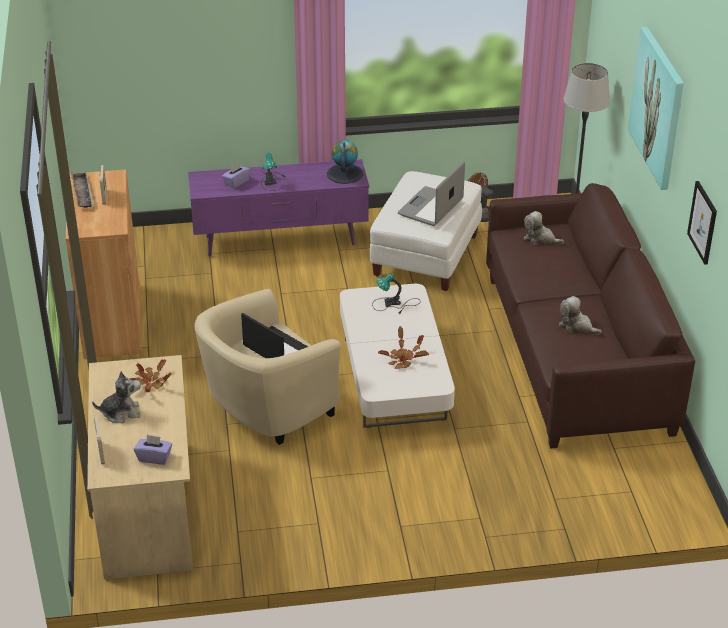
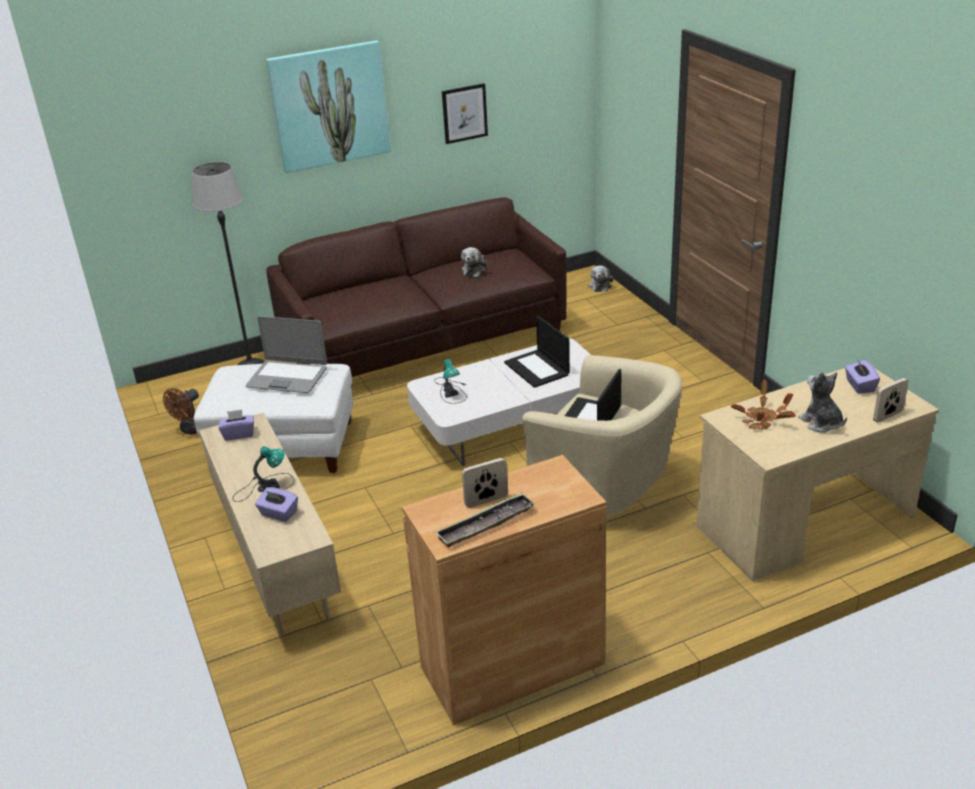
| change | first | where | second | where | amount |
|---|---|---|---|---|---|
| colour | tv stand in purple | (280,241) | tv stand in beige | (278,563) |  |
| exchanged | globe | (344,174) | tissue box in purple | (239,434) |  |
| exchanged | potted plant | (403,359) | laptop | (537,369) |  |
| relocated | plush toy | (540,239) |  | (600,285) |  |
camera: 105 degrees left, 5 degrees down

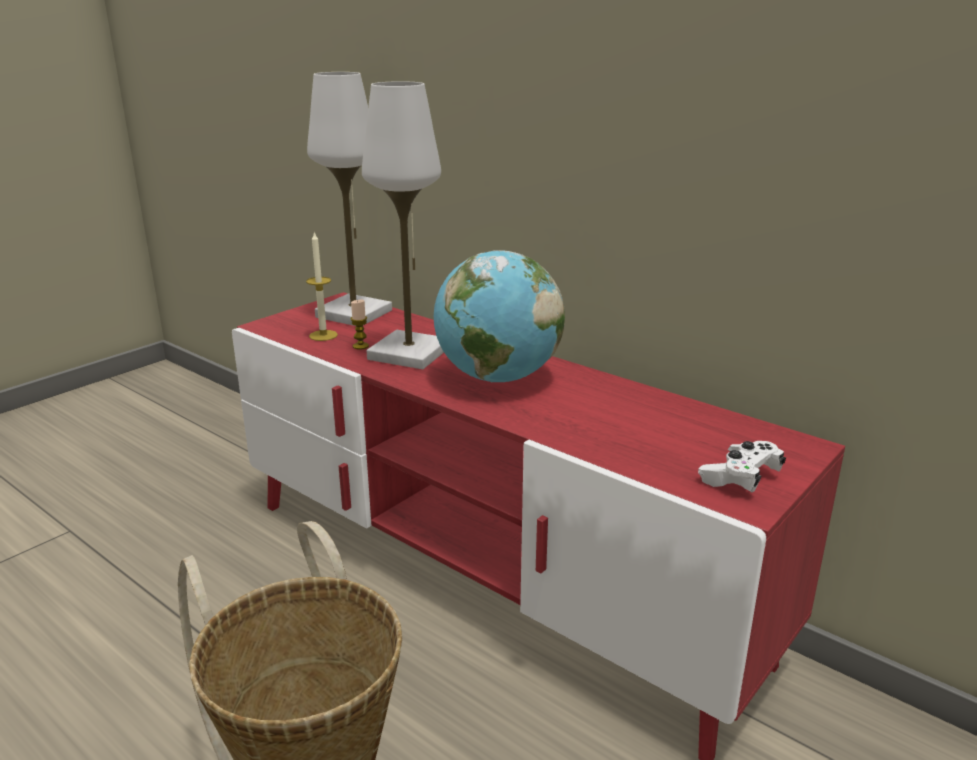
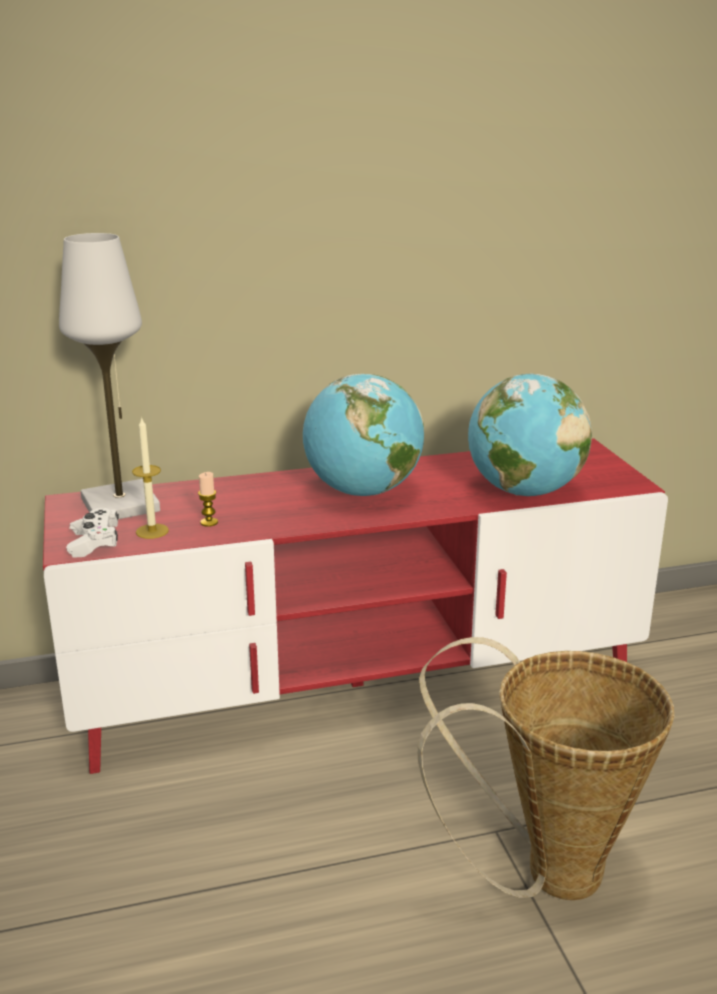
| change | first | where | second | where | amount |
|---|---|---|---|---|---|
| relocated | game controller in white | (740,478) |  | (94,543) |  |
| appeared |  |  | globe | (524,492) |  |
| missing | table lamp in white | (409,353) |  |  |  |
camera: 55 degrees left, 0 degrees up

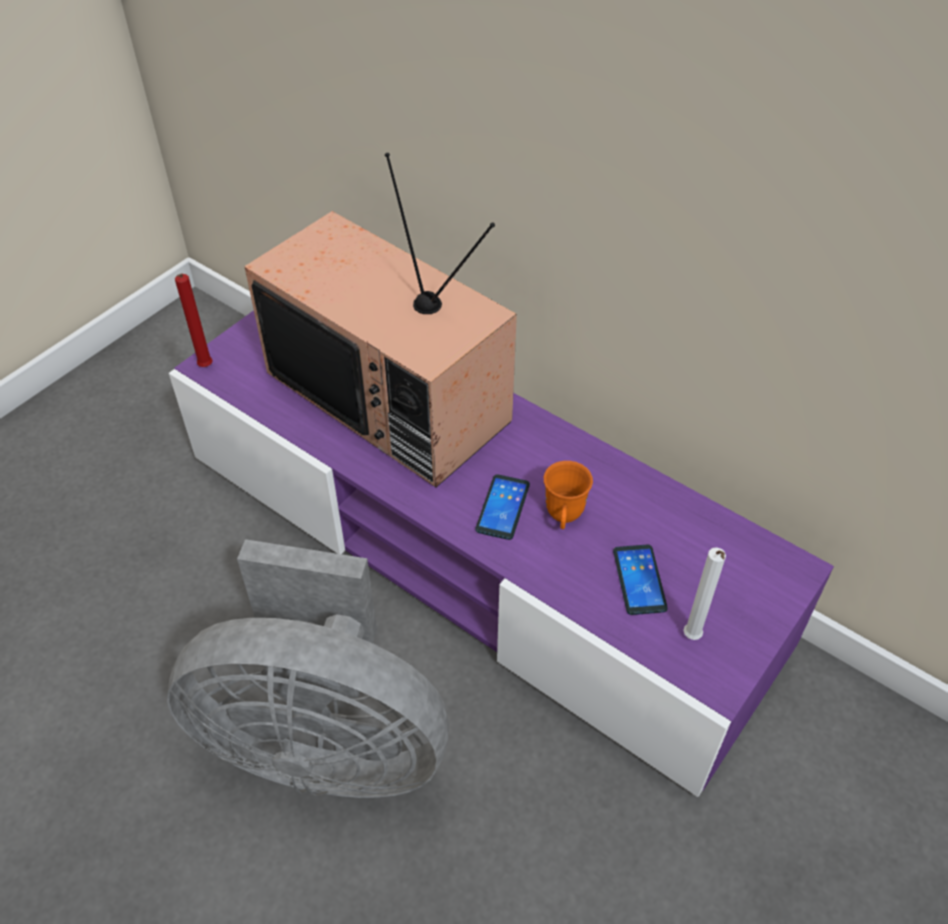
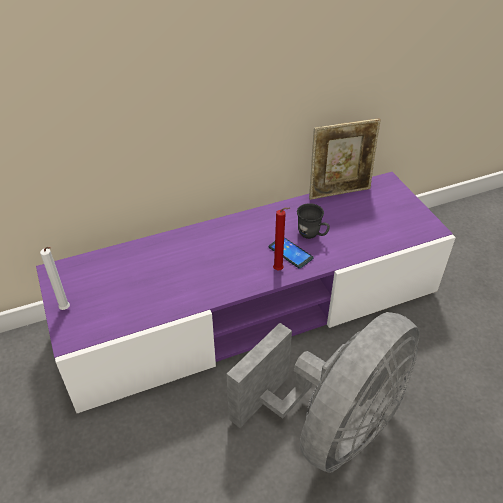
| change | first | where | second | where | amount |
|---|---|---|---|---|---|
| relocated | candle in white | (692,638) |  | (66,309) |  |
| relocated | candle in red | (205,368) |  | (279,270) |  |
| colour | mug in orange | (563,518) | mug in grey | (312,235) |  |
| appeared |  |  | picture frame | (339,192) |  |
| missing | television | (393,396) |  |  |  |
| missing | phone | (639,580) |  |  |  |
camera: 60 degrees left, 5 degrees down

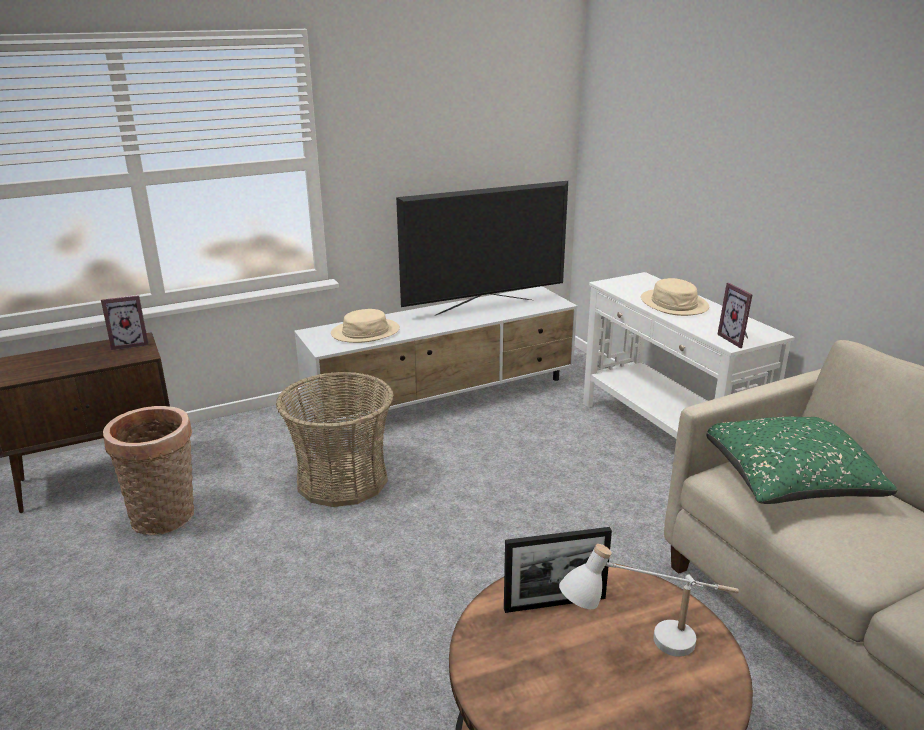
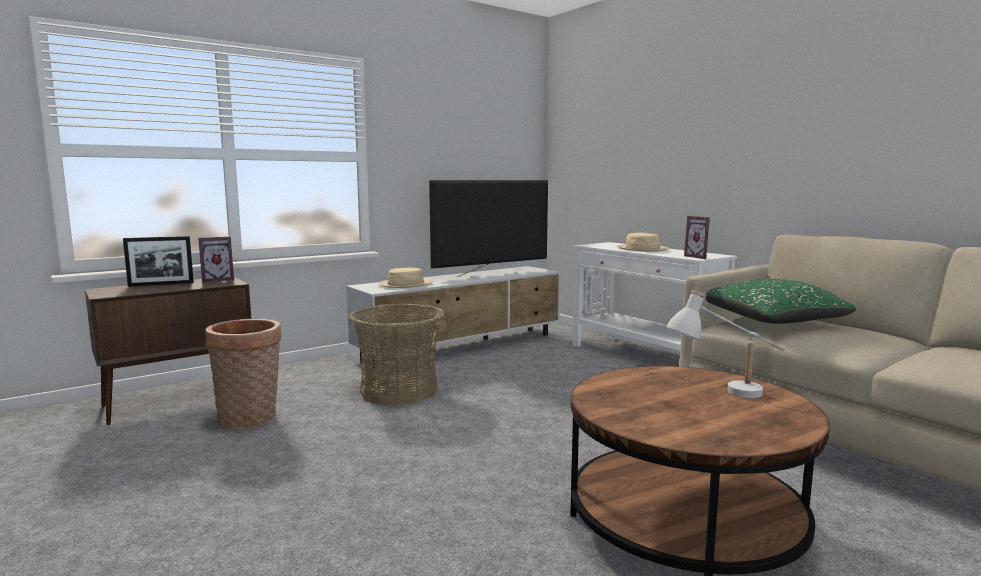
| change | first | where | second | where | amount |
|---|---|---|---|---|---|
| relocated | picture frame | (554,603) |  | (161,284) |  |
camera: 10 degrees left, 15 degrees down

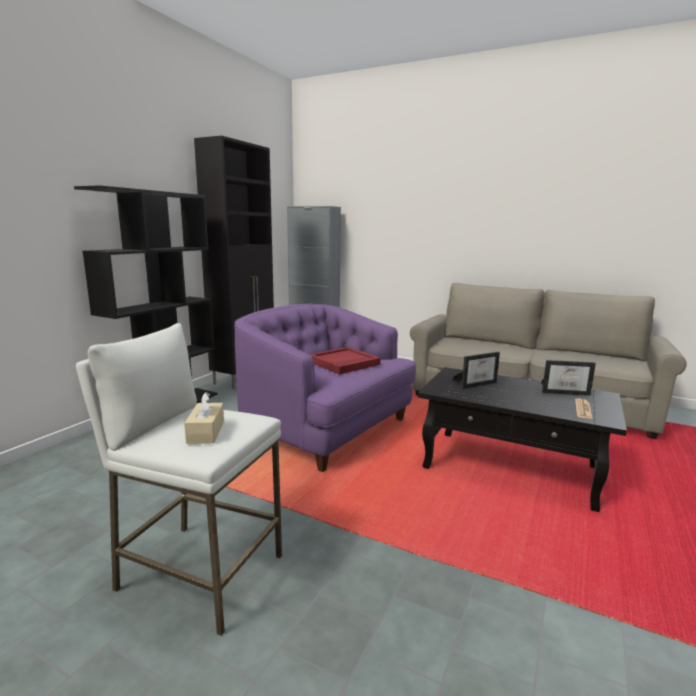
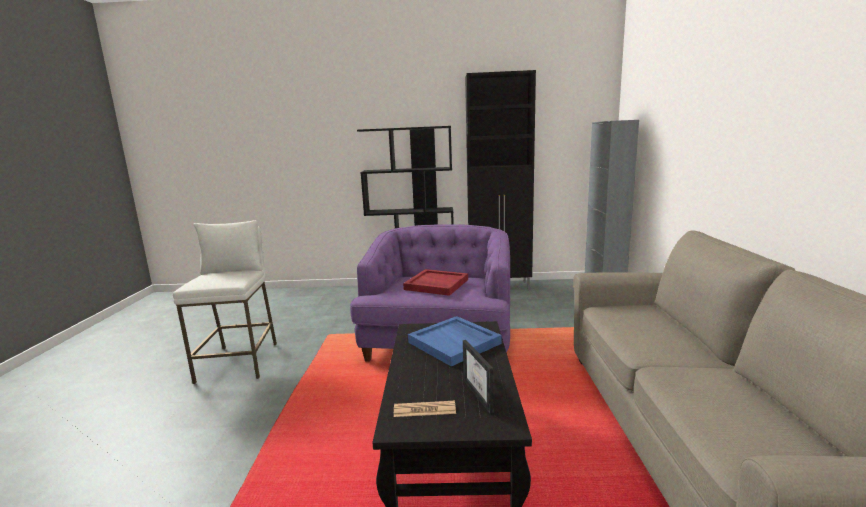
| change | first | where | second | where | amount |
|---|---|---|---|---|---|
| exchanged | picture frame | (476,383) | tray in blue | (455,343) |  |
| missing | tissue box in beige | (206,432) |  |  |  |
camera: 65 degrees right, 0 degrees up

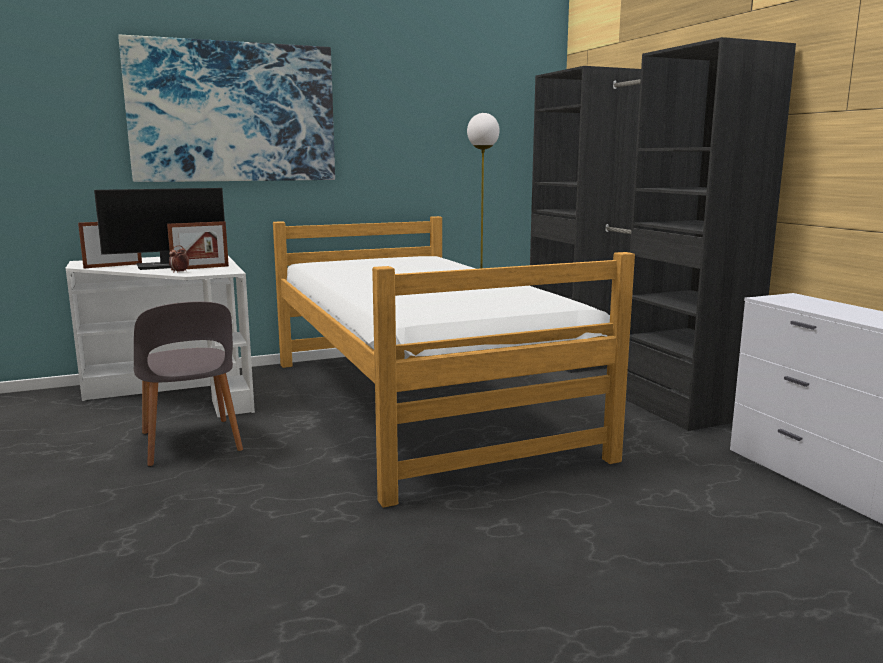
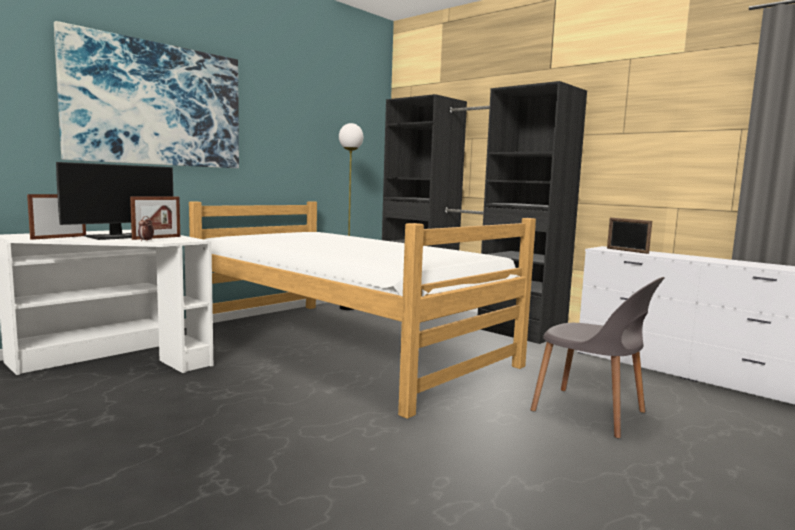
| change | first | where | second | where | amount |
|---|---|---|---|---|---|
| relocated | chair in grey | (190,443) |  | (591,413) |  |
| appeared |  |  | picture frame | (627,251) |  |
camera: 25 degrees left, 5 degrees down

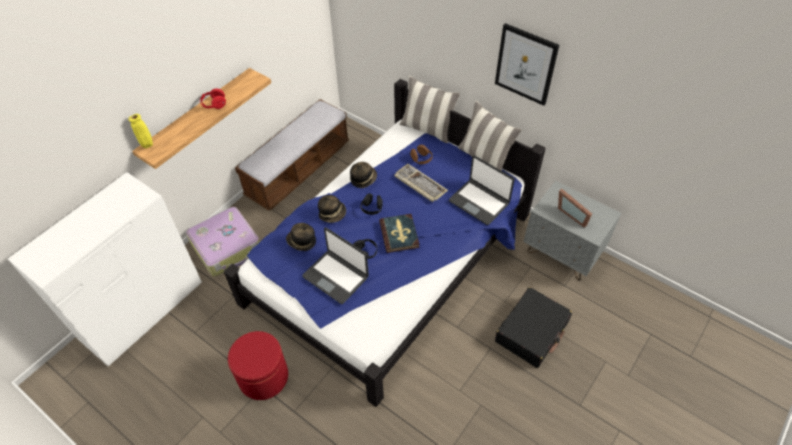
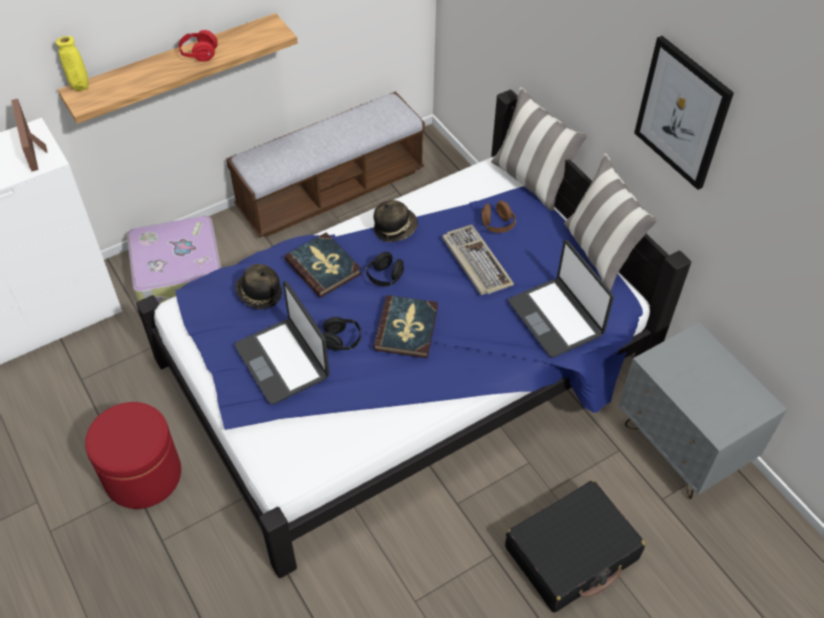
| change | first | where | second | where | amount |
|---|---|---|---|---|---|
| relocated | picture frame | (573,214) |  | (36,149) |  |
| exchanged | hat | (332,214) | book | (323,267) |  |
camera: 20 degrees right, 0 degrees up

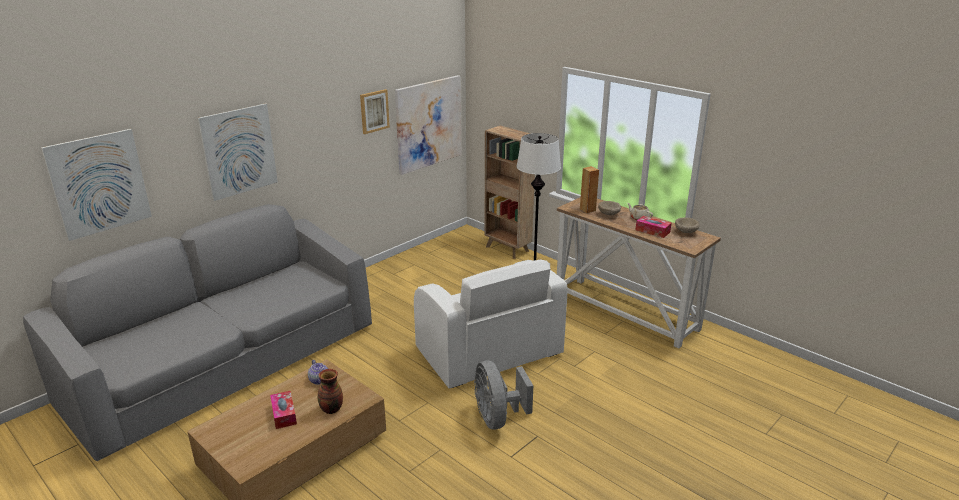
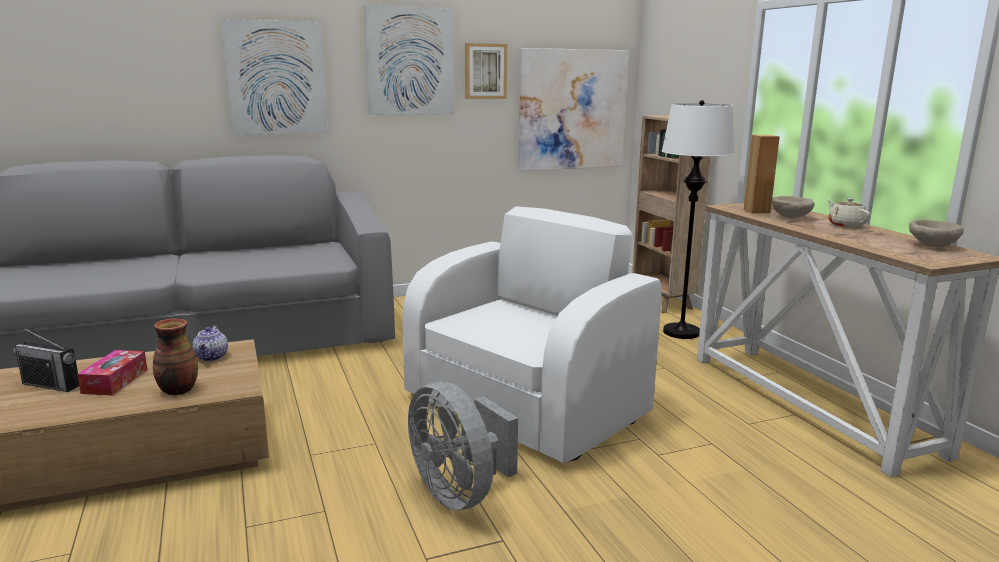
| change | first | where | second | where | amount |
|---|---|---|---|---|---|
| appeared |  |  | radio | (51,385) |  |
| relocated | picture | (99,184) |  | (410,61) |  |
| spun | armchair in white | (488,353) |  | (527,406) | 135 degrees counterclockwise |
| spun | fan in grey | (497,418) |  | (460,493) | 45 degrees counterclockwise |
| missing | tissue box | (652,231) |  |  |  |
camera: 25 degrees right, 10 degrees down

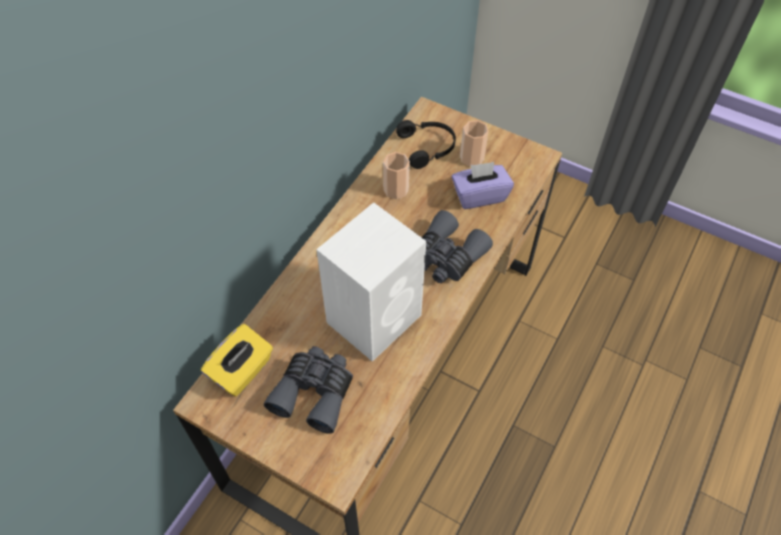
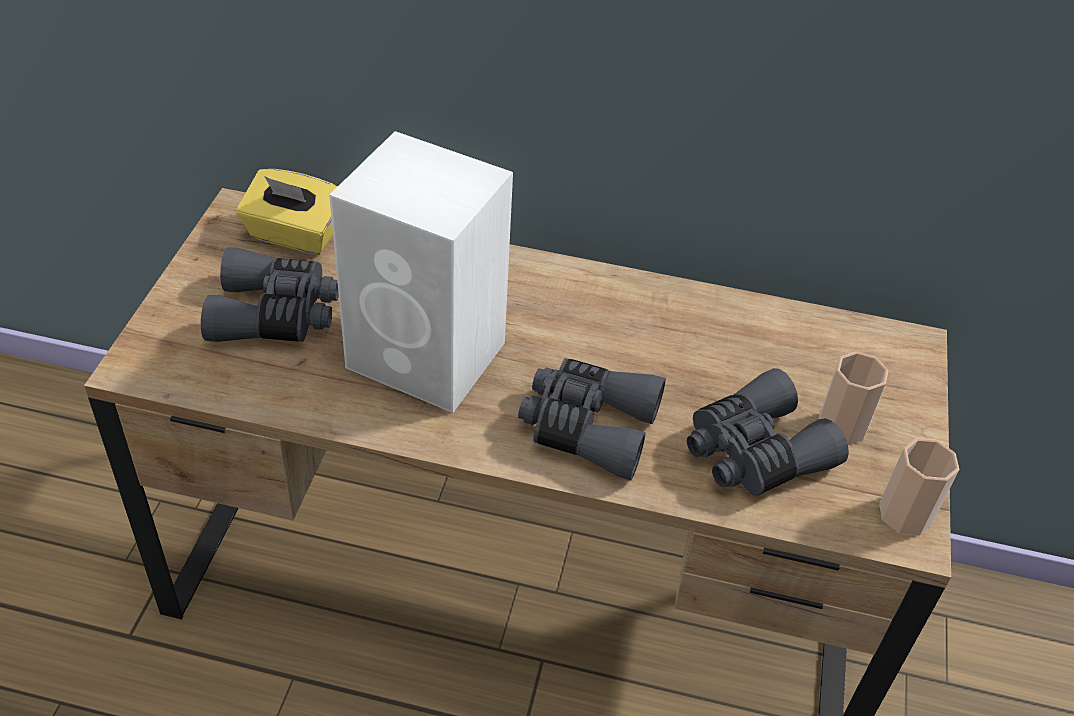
| change | first | where | second | where | amount |
|---|---|---|---|---|---|
| exchanged | tissue box in purple | (479,195) | binoculars in grey | (754,452) |  |
| relocated | cup | (396,189) |  | (905,514) |  |
| missing | headphones in black | (428,147) |  |  |  |
camera: 70 degrees right, 10 degrees down

